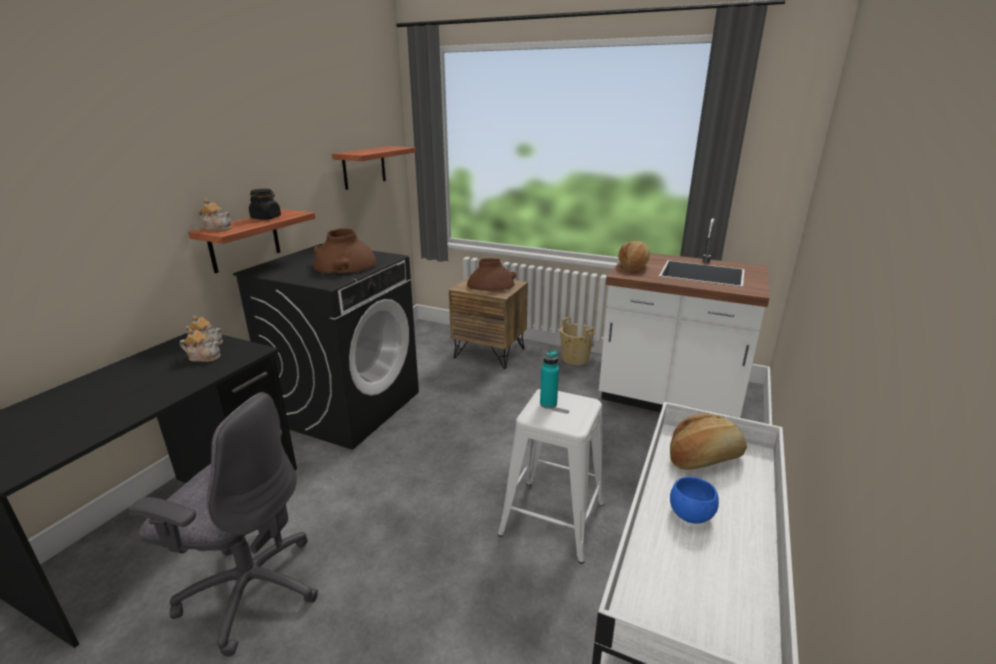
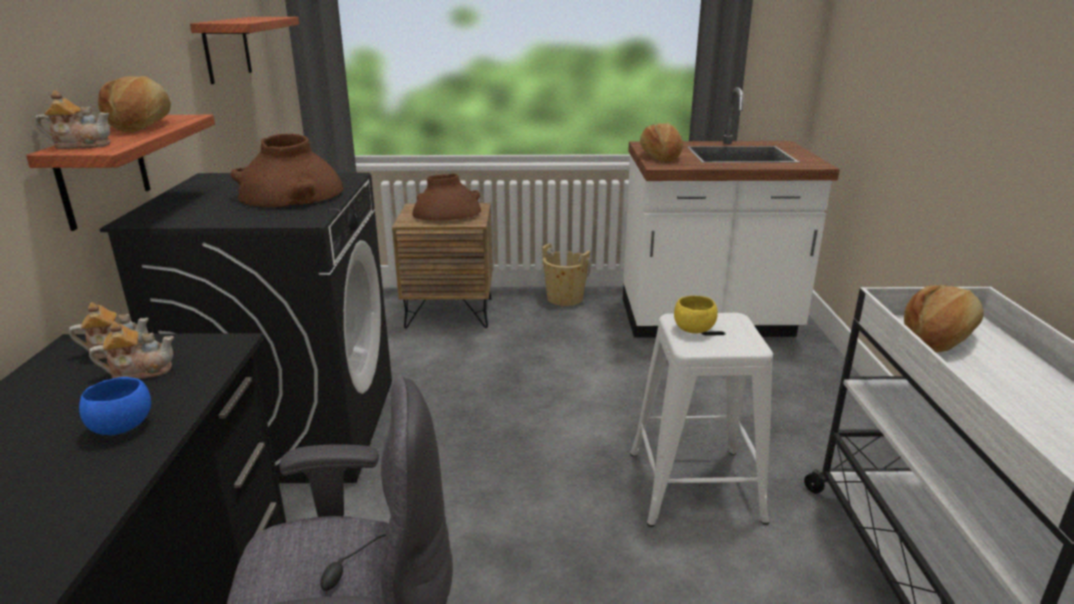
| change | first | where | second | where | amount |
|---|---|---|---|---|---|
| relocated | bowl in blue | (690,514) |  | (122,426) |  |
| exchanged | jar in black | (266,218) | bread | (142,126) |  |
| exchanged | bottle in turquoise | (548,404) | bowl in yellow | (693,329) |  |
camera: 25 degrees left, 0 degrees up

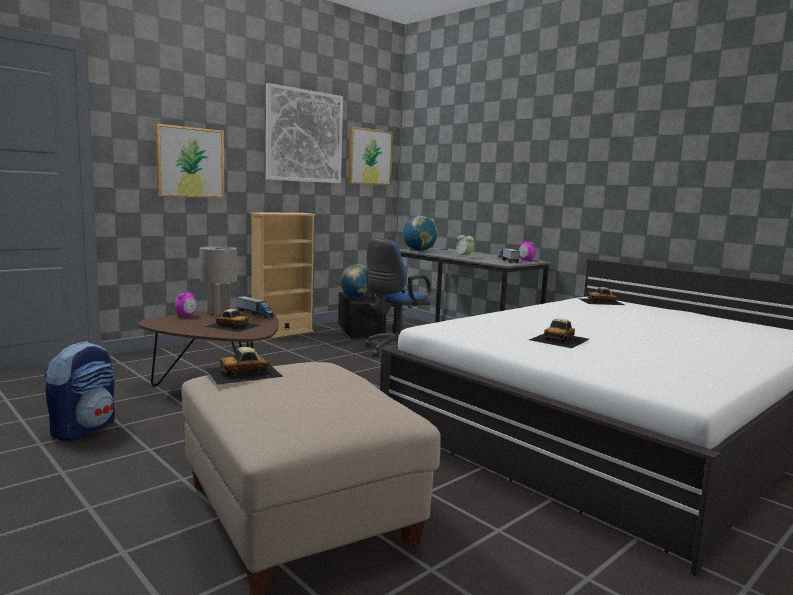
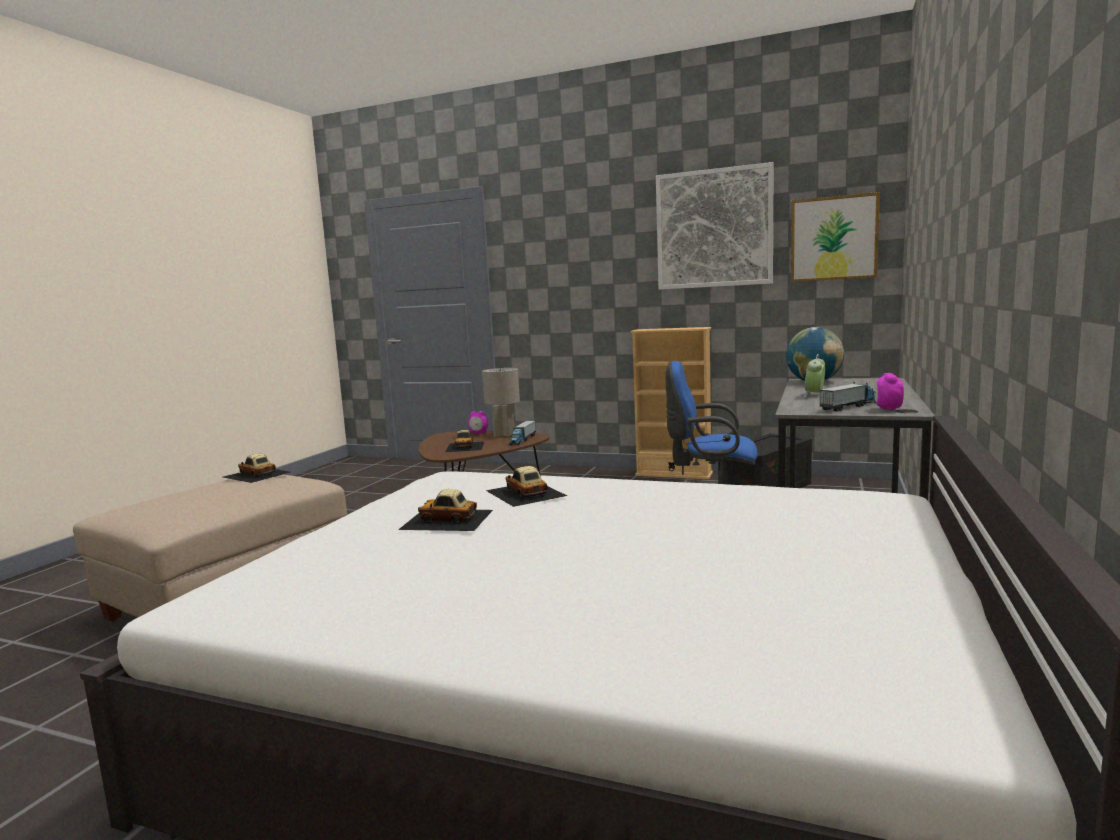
| change | first | where | second | where | amount |
|---|---|---|---|---|---|
| relocated | toy car | (601,301) |  | (525,493) |  |
| missing | backpack | (84,429) |  |  |  |
| missing | picture | (190,162) |  |  |  |
| missing | globe | (357,297) |  |  |  |
camera: 65 degrees right, 0 degrees up

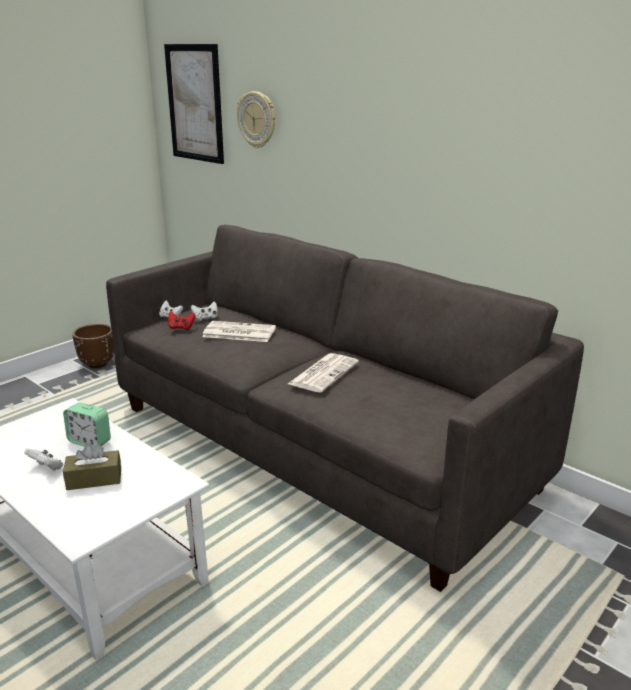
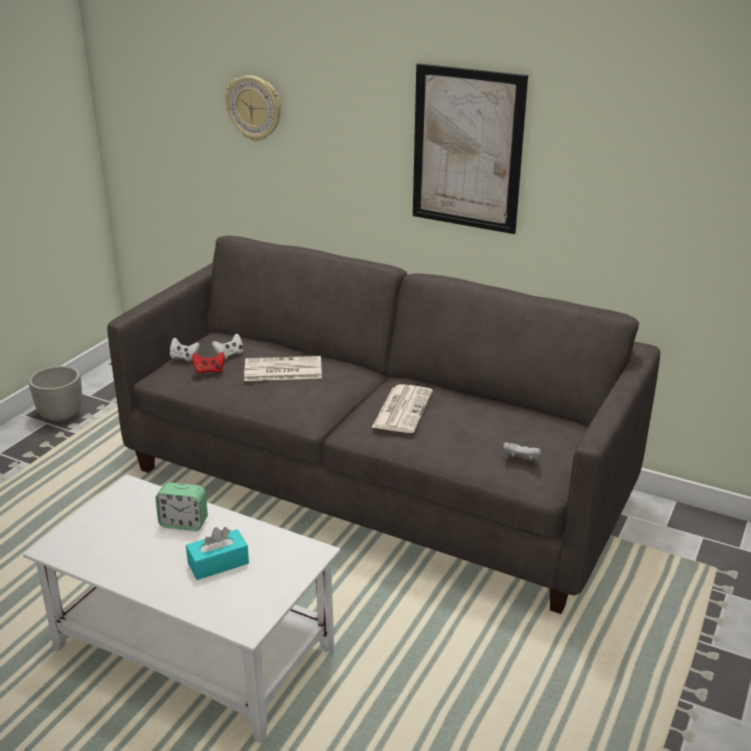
| change | first | where | second | where | amount |
|---|---|---|---|---|---|
| colour | planter in brown | (98,364) | planter in grey | (61,416) |  |
| colour | tissue box in brown | (94,479) | tissue box in turquoise | (218,563) |  |
| relocated | picture | (195,103) |  | (467,149) |  |
| relocated | game controller in white | (47,468) |  | (521,459) |  |
camera: 15 degrees left, 5 degrees up

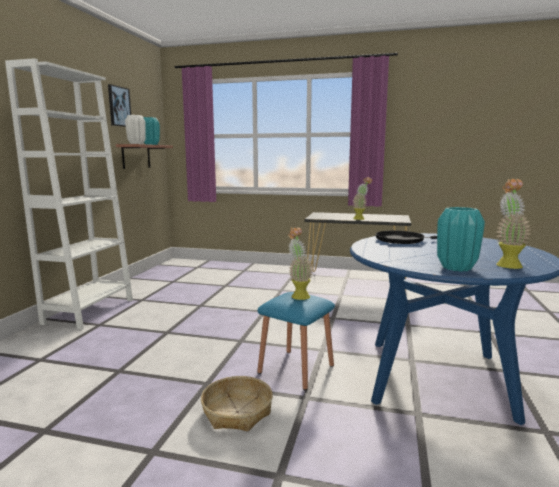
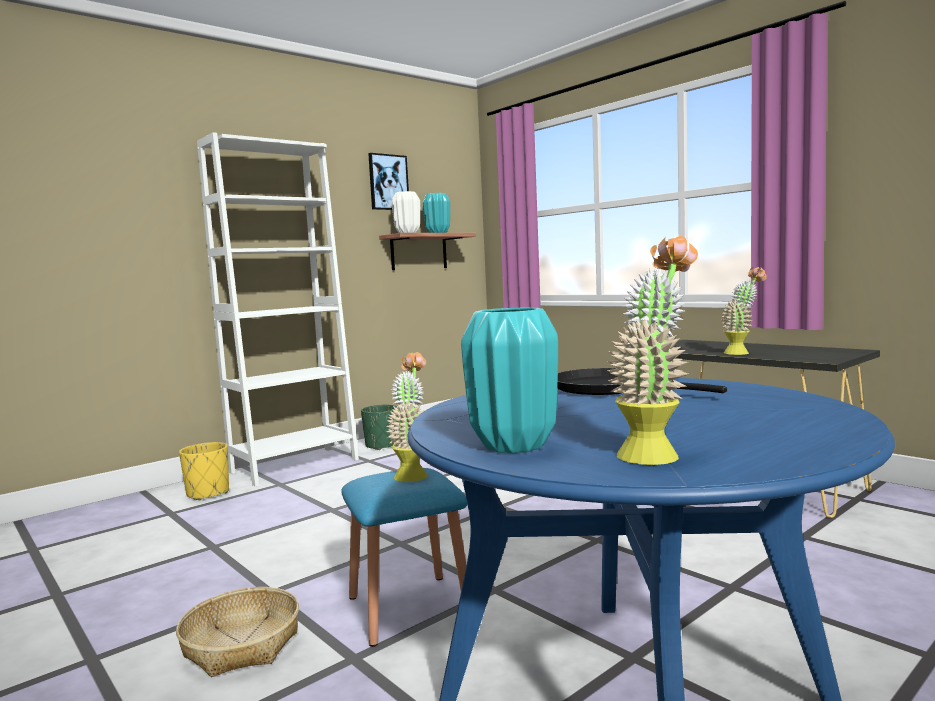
| change | first | where | second | where | amount |
|---|---|---|---|---|---|
| appeared |  |  | planter in yellow | (208,493) |  |
| appeared |  |  | planter in green | (382,445) |  |
camera: 35 degrees right, 5 degrees down

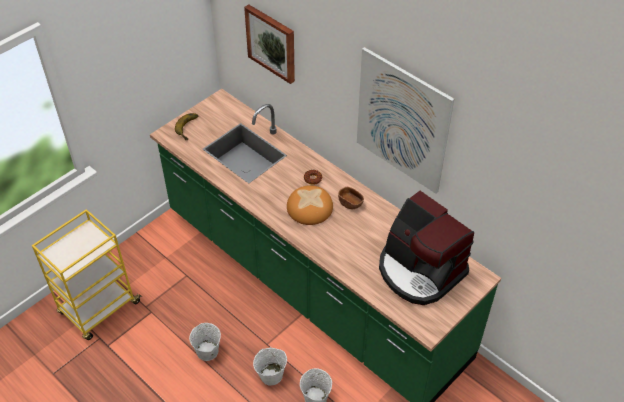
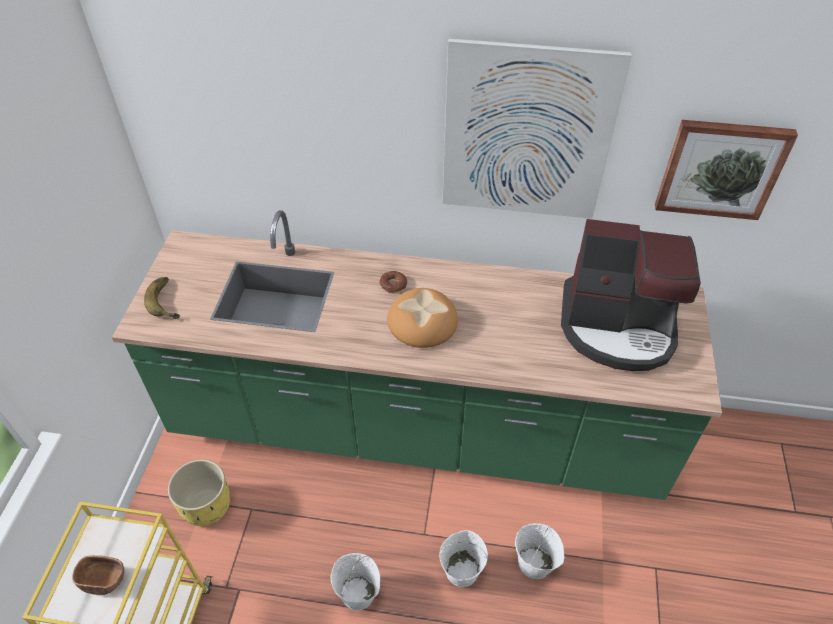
| change | first | where | second | where | amount |
|---|---|---|---|---|---|
| relocated | bowl in brown | (350,203) |  | (104,580) |  |
| appeared |  |  | planter in yellow | (207,505) |  |
| relocated | picture | (272,43) |  | (721,168) |  |
camera: 35 degrees left, 0 degrees up

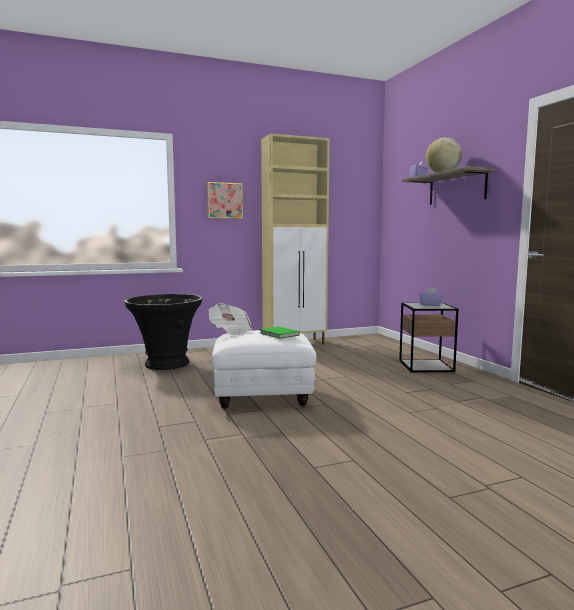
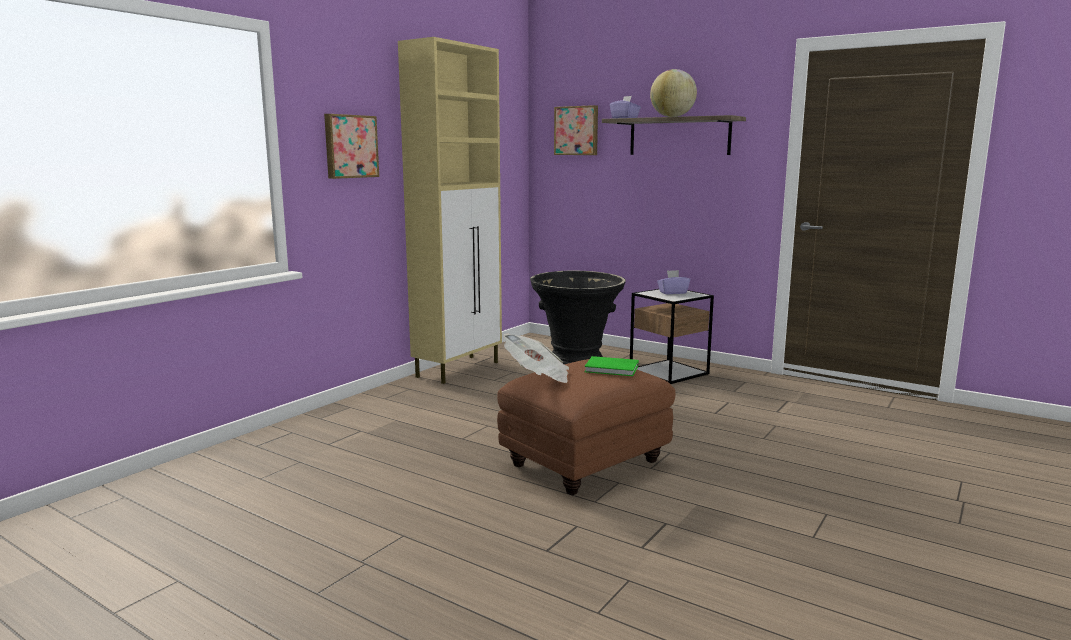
| change | first | where | second | where | amount |
|---|---|---|---|---|---|
| colour | ottoman in white | (264,397) | ottoman in brown | (586,463) |  |
| relocated | planter in black | (166,364) |  | (576,360) |  |
| appeared |  |  | picture | (577,130) |  |
camera: 35 degrees left, 5 degrees up

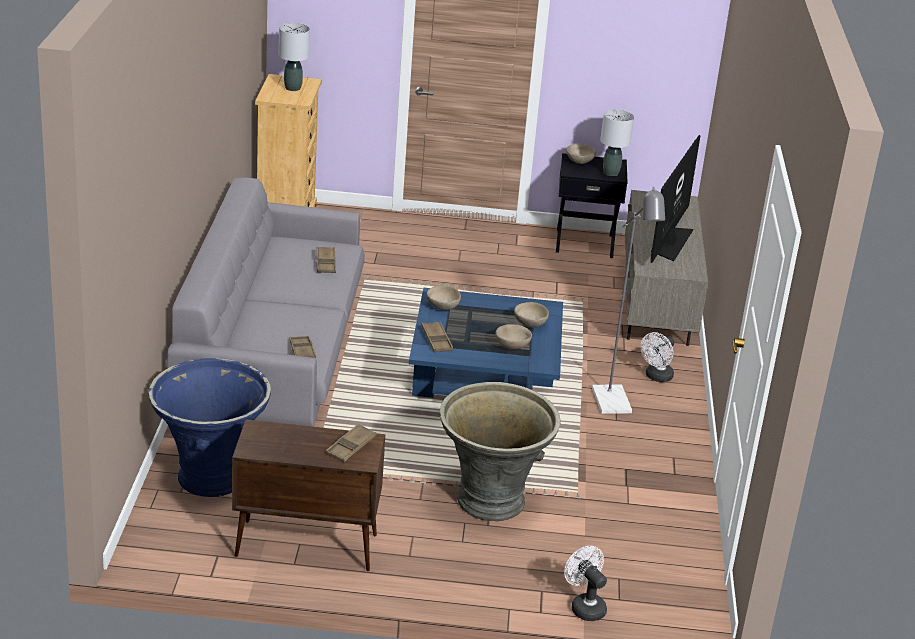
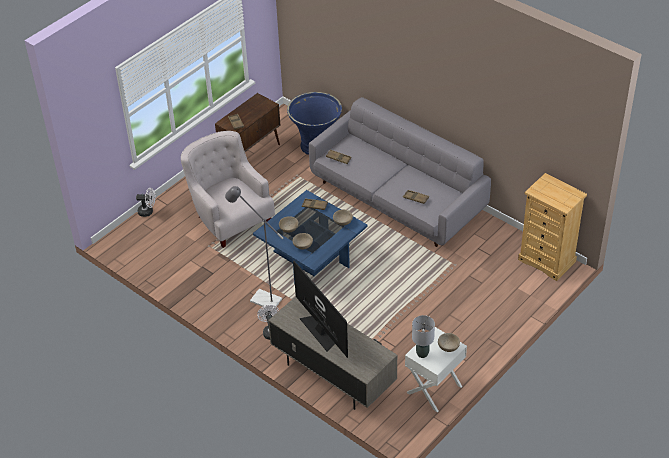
| change | first | where | second | where | amount |
|---|---|---|---|---|---|
| exchanged | planter in grey | (490,502) | armchair in white | (230,217) |  |
| colour | nightstand in black | (584,242) | nightstand in white | (434,389) |  |
| missing | table lamp in grey | (293,88) |  |  |  |
camera: 130 degrees right, 15 degrees up

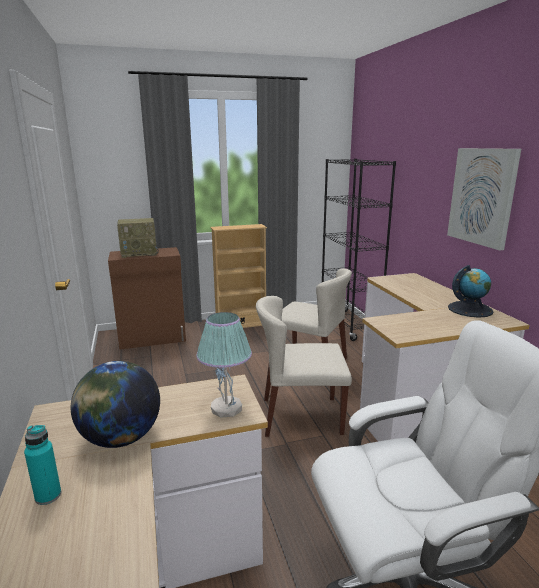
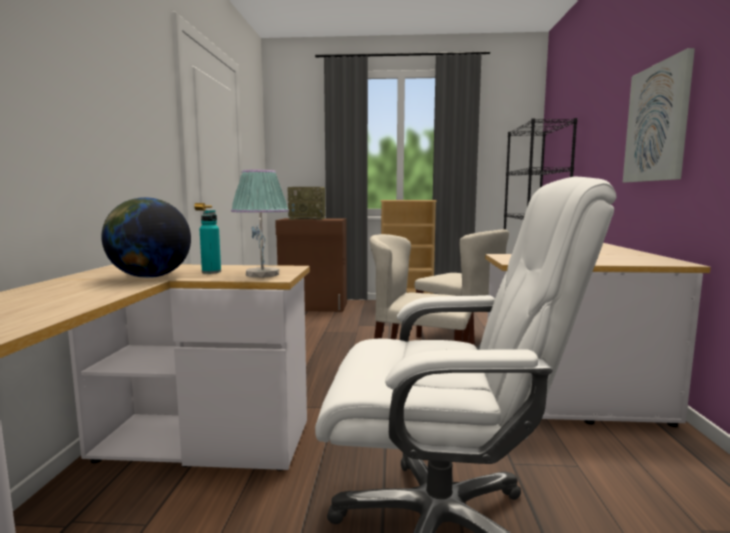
| change | first | where | second | where | amount |
|---|---|---|---|---|---|
| relocated | bottle in turquoise | (48,496) |  | (211,272) |  |
| missing | globe | (470,309) |  |  |  |
camera: 20 degrees right, 10 degrees down

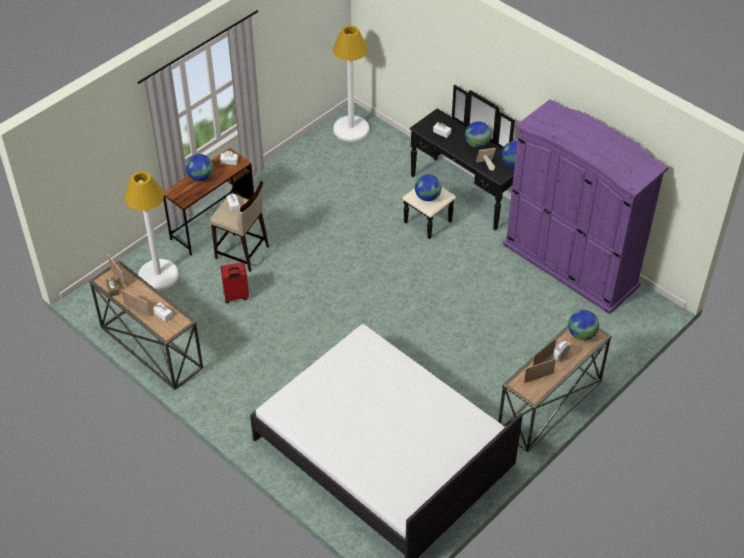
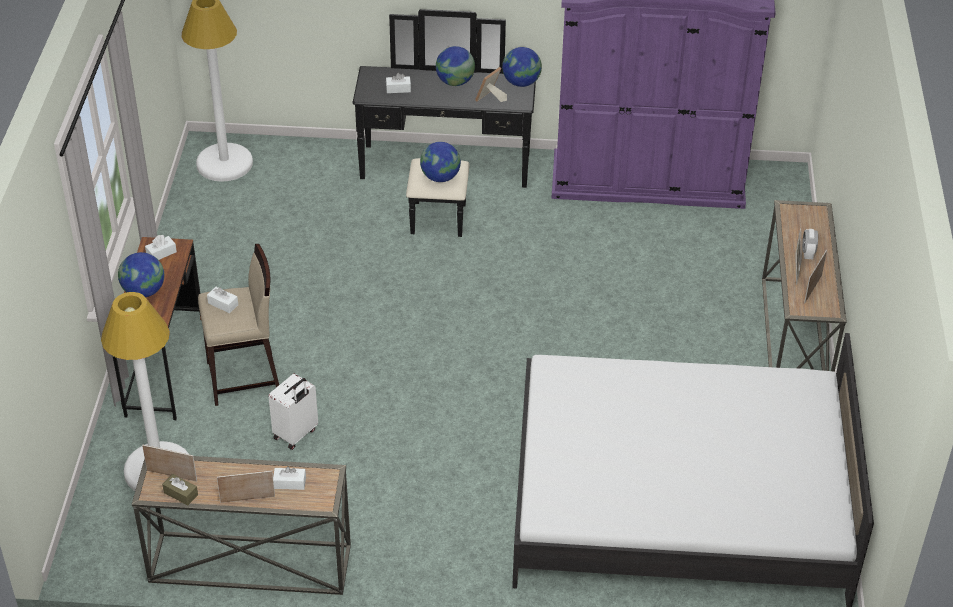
| change | first | where | second | where | amount |
|---|---|---|---|---|---|
| colour | suitcase in red | (236,296) | suitcase in white | (296,434) |  |
| missing | globe | (581,334) |  |  |  |
camera: 40 degrees left, 5 degrees down

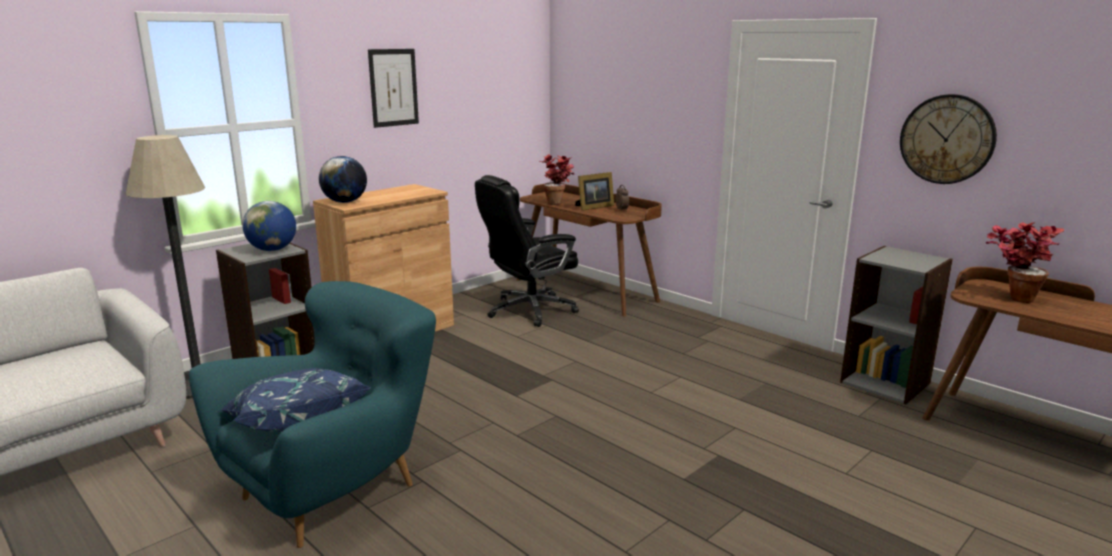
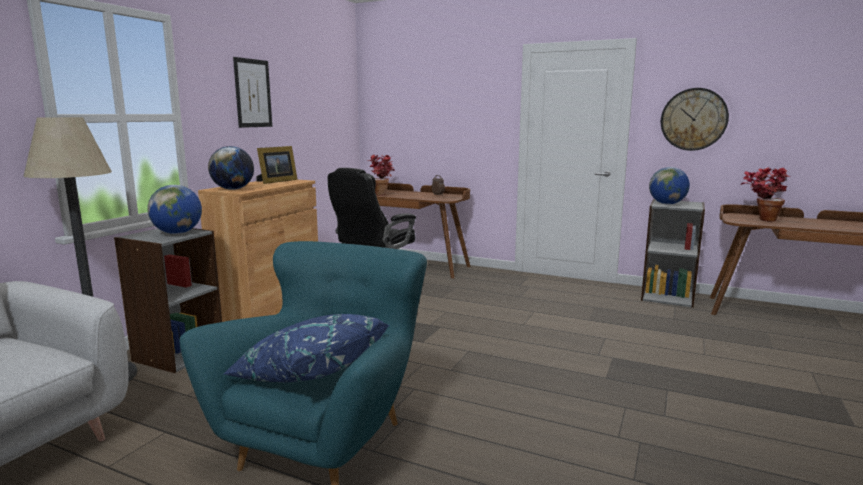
| change | first | where | second | where | amount |
|---|---|---|---|---|---|
| relocated | picture frame | (593,207) |  | (276,181) |  |
| appeared |  |  | globe | (667,204) |  |
camera: 20 degrees left, 5 degrees down

